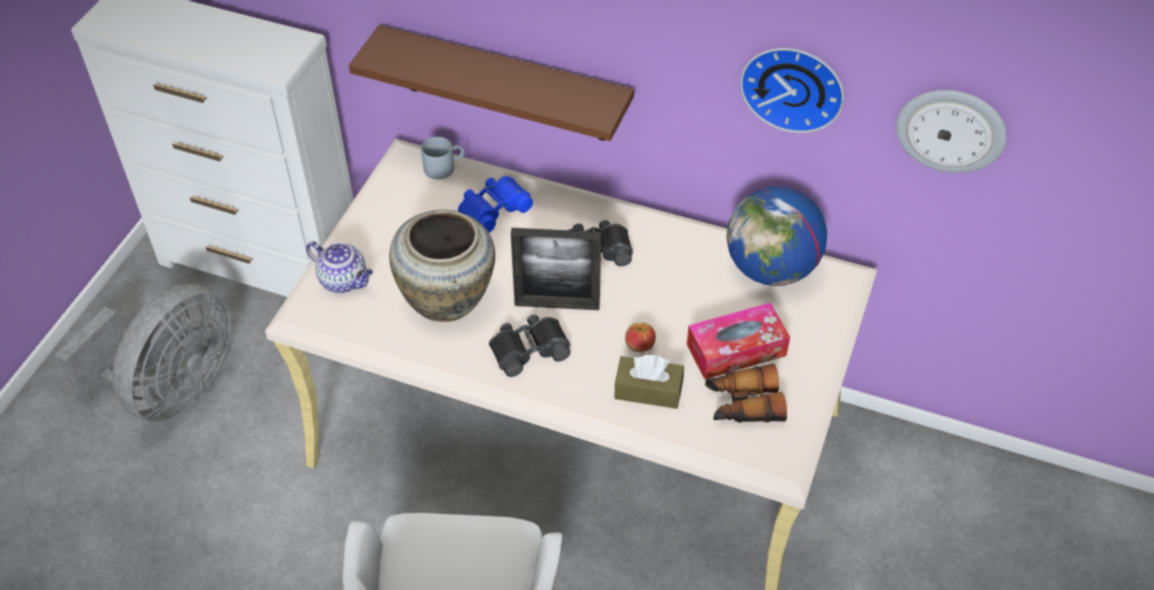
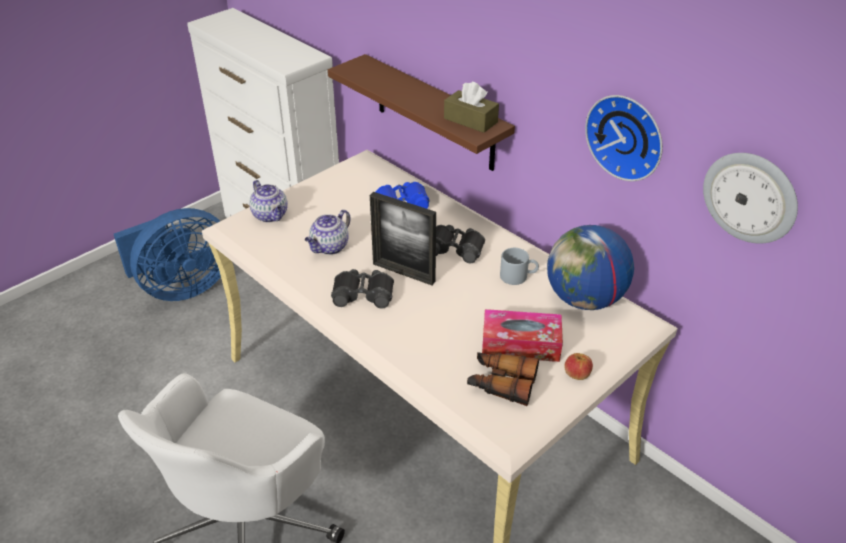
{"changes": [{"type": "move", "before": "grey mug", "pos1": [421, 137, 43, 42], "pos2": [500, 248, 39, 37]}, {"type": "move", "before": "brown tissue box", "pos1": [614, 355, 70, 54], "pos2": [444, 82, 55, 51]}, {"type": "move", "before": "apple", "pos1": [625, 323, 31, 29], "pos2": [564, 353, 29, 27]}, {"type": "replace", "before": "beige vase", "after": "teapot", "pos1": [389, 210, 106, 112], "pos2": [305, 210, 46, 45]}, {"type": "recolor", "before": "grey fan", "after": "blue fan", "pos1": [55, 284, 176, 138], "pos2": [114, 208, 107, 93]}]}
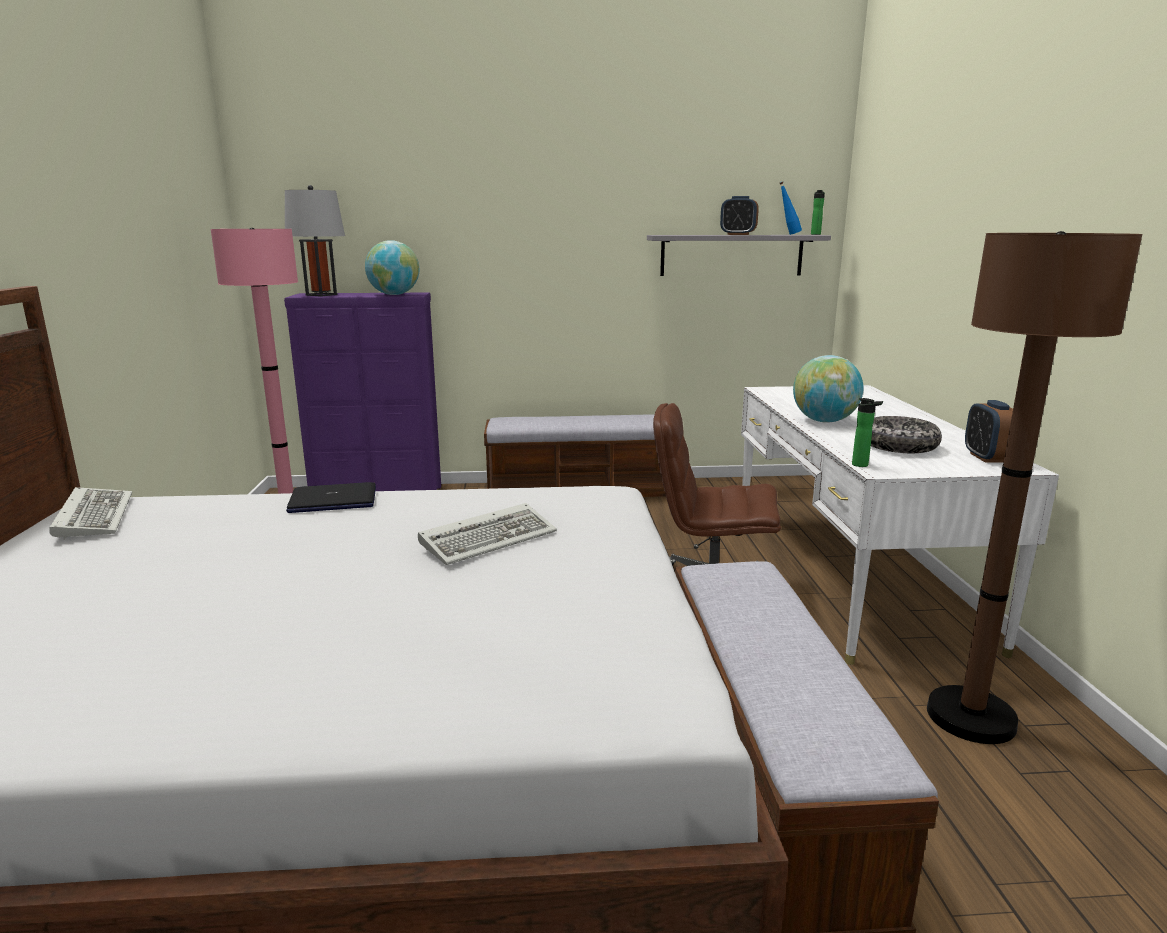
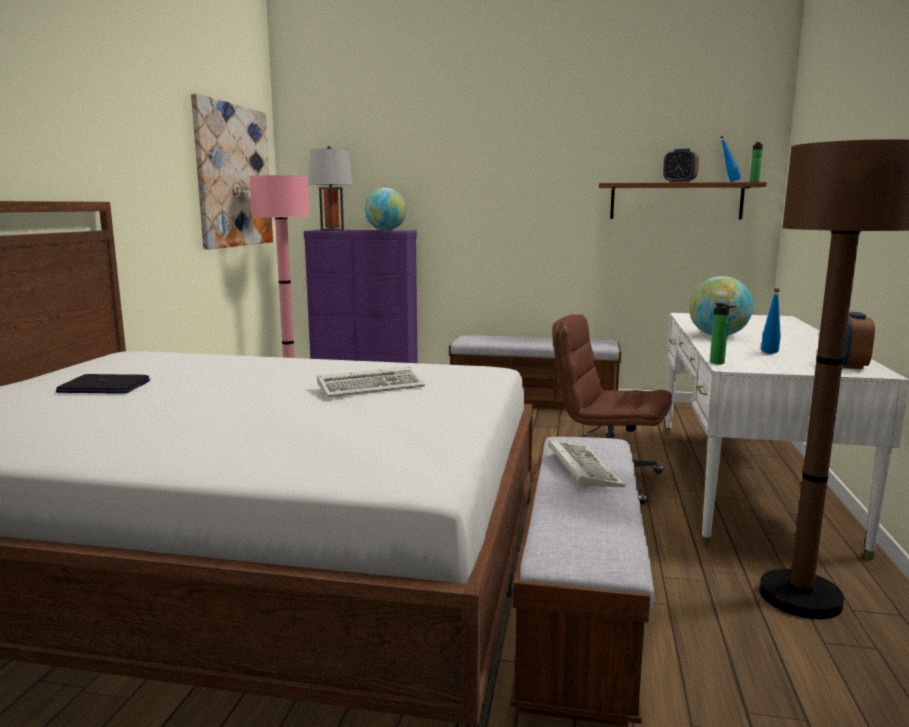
{"changes": [{"type": "insert", "after": "picture", "pos2": [191, 93, 82, 156]}, {"type": "move", "before": "keyboard", "pos1": [49, 487, 83, 53], "pos2": [548, 440, 78, 49]}, {"type": "move", "before": "laptop", "pos1": [286, 482, 90, 31], "pos2": [56, 374, 94, 20]}, {"type": "replace", "before": "bowl", "after": "blue bottle", "pos1": [871, 416, 71, 37], "pos2": [761, 288, 20, 66]}, {"type": "recolor", "before": "grey shelf", "after": "brown shelf", "pos1": [647, 235, 184, 41], "pos2": [599, 182, 168, 38]}]}
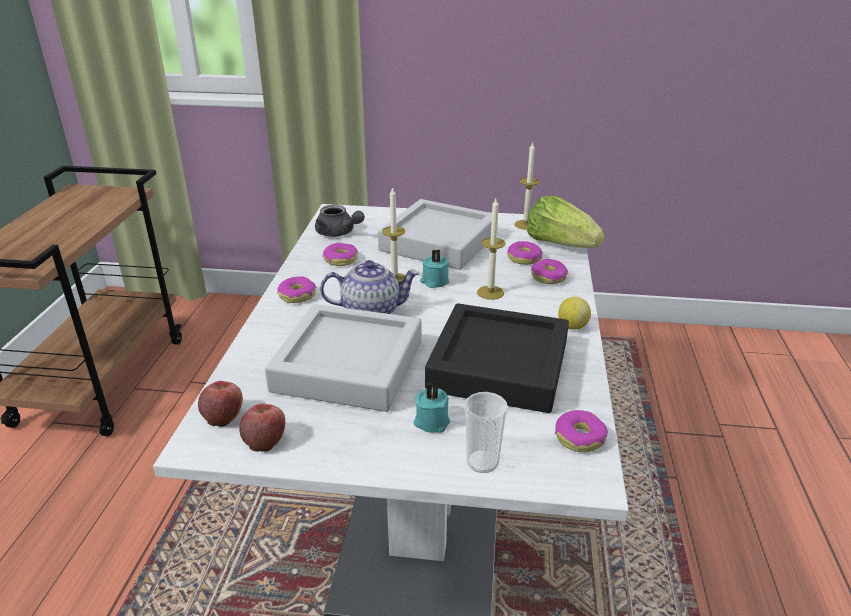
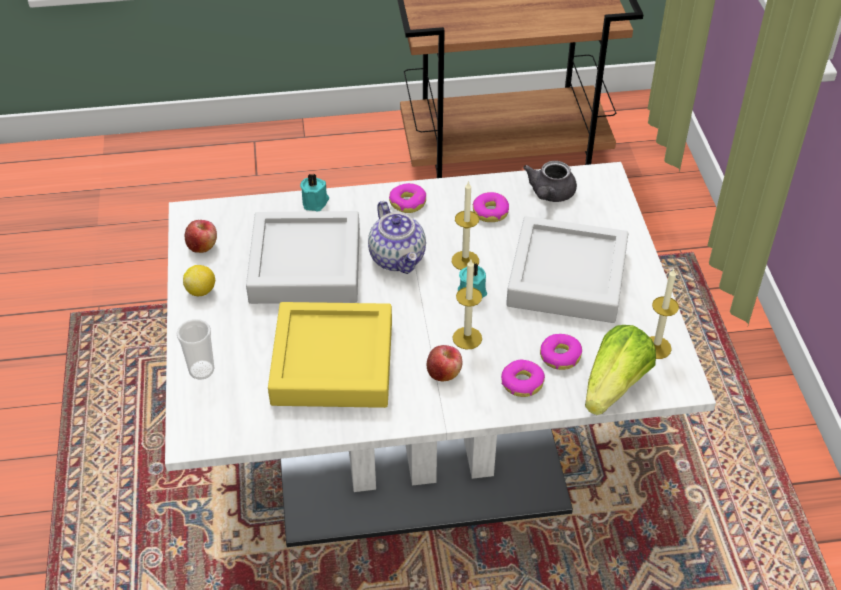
{"changes": [{"type": "delete", "before": "donut", "pos1": [555, 410, 53, 42]}, {"type": "move", "before": "apple", "pos1": [198, 381, 45, 46], "pos2": [427, 345, 36, 36]}, {"type": "move", "before": "turquoise candle", "pos1": [413, 382, 37, 51], "pos2": [300, 174, 29, 37]}, {"type": "move", "before": "lemon", "pos1": [558, 297, 33, 32], "pos2": [183, 265, 32, 31]}, {"type": "recolor", "before": "black tray", "after": "yellow tray", "pos1": [425, 303, 144, 110], "pos2": [268, 302, 124, 106]}]}
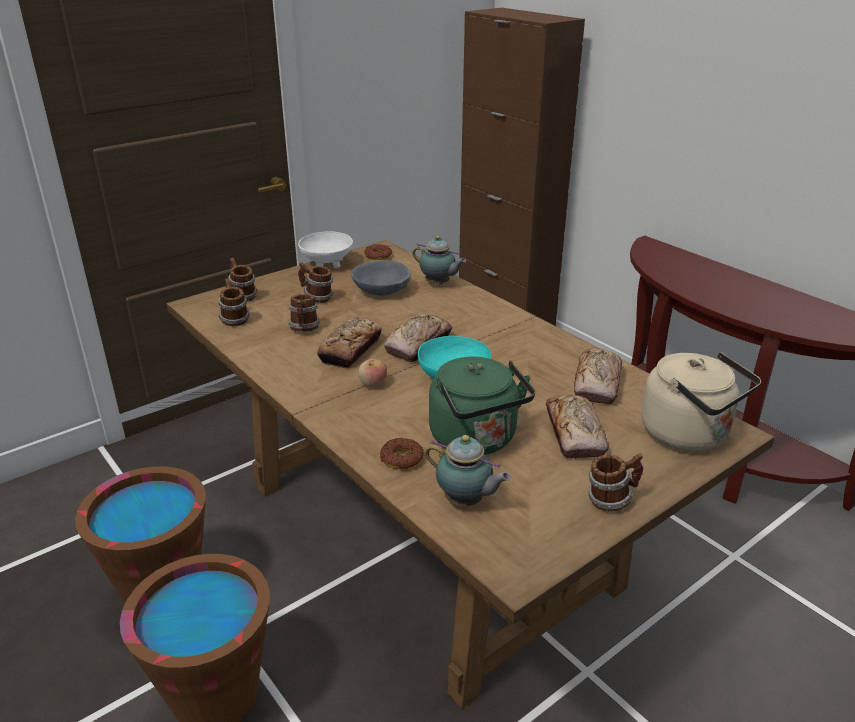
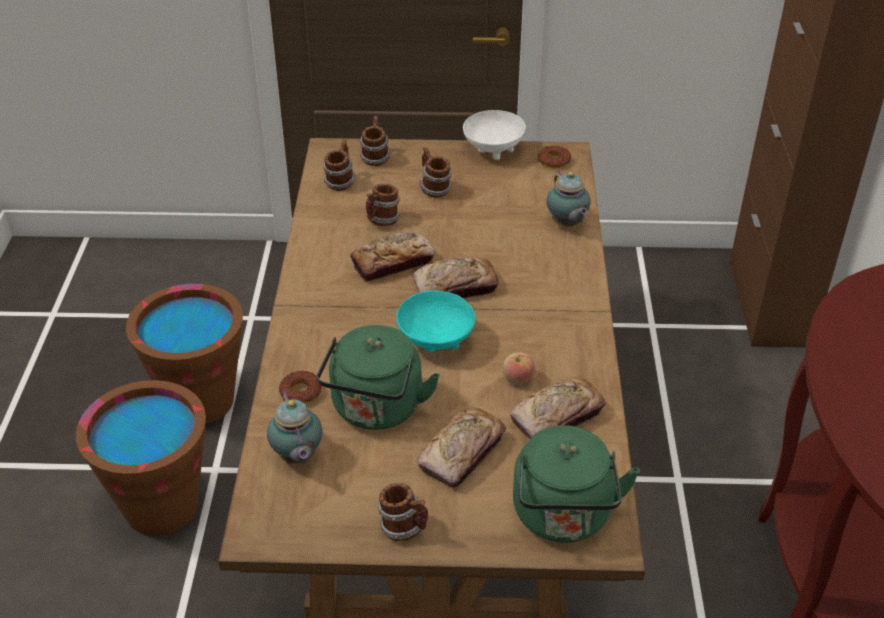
{"changes": [{"type": "delete", "before": "grey bowl", "pos1": [351, 260, 60, 36]}, {"type": "move", "before": "apple", "pos1": [358, 359, 29, 29], "pos2": [503, 352, 32, 32]}, {"type": "recolor", "before": "beige kettle", "after": "green kettle", "pos1": [641, 352, 120, 99], "pos2": [513, 425, 127, 118]}]}
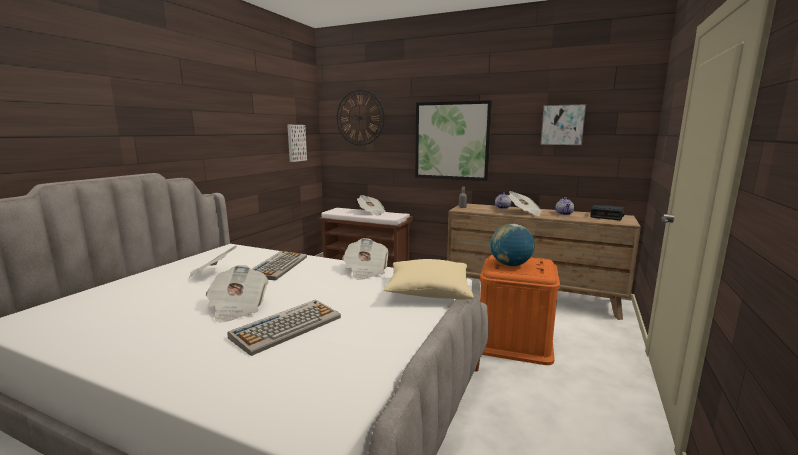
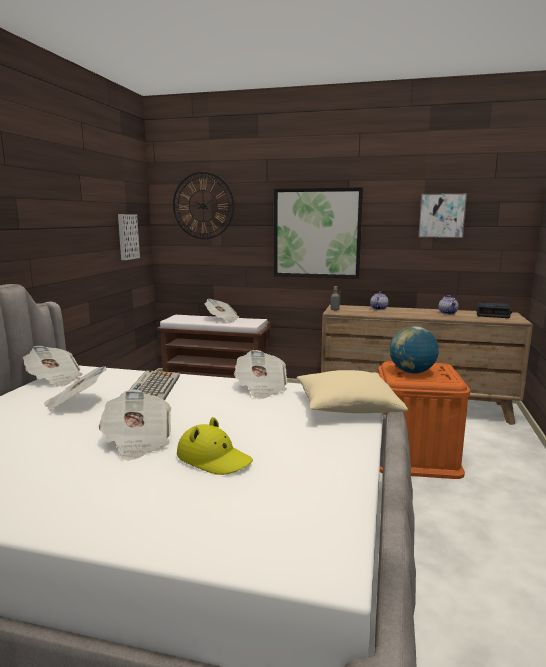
{"changes": [{"type": "move", "before": "newspaper", "pos1": [508, 191, 34, 25], "pos2": [22, 346, 60, 41]}, {"type": "replace", "before": "keyboard", "after": "yellow hat", "pos1": [227, 300, 114, 56], "pos2": [177, 417, 76, 58]}]}
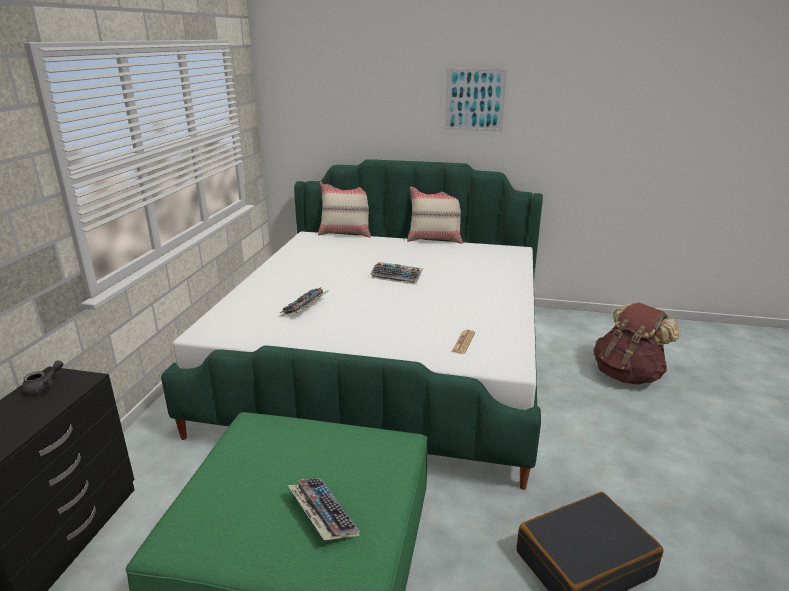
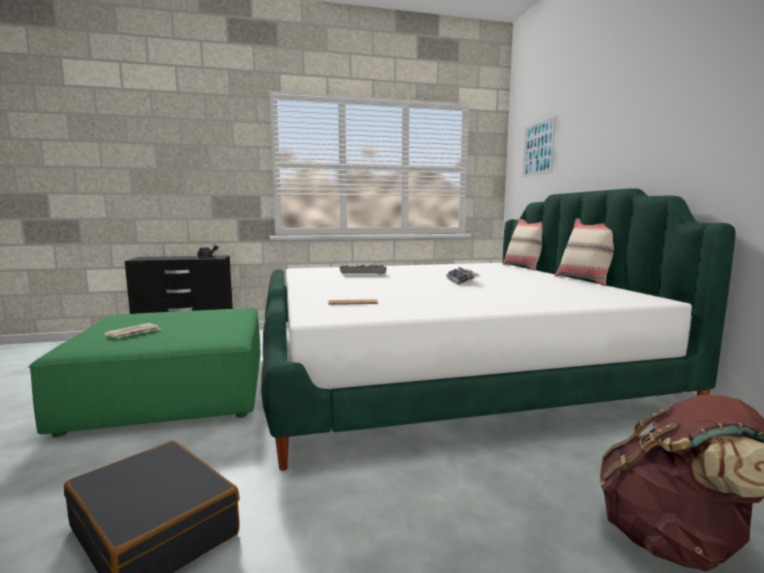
{"changes": [{"type": "move", "before": "picture", "pos1": [444, 68, 63, 63], "pos2": [522, 116, 34, 61]}, {"type": "replace", "before": "keyboard", "after": "newspaper", "pos1": [288, 478, 72, 62], "pos2": [104, 323, 57, 15]}]}
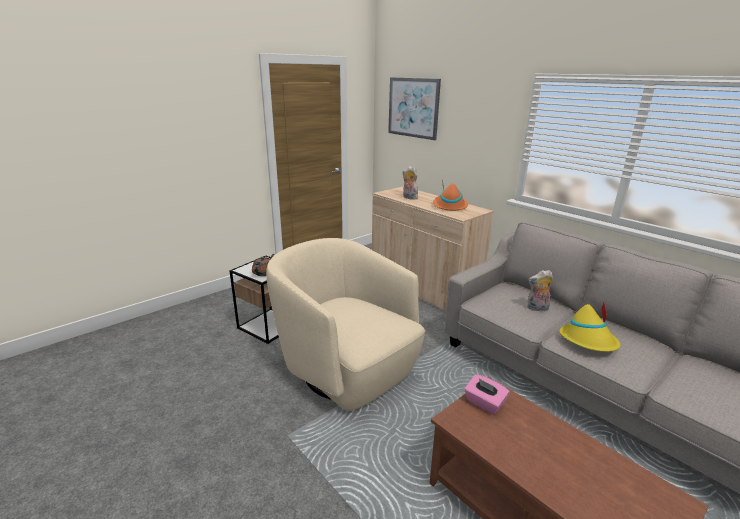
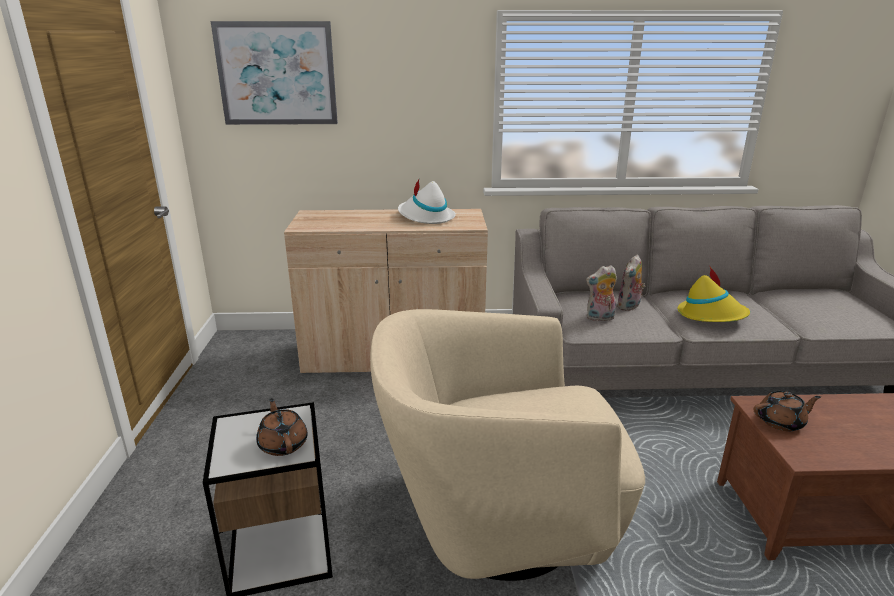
{"changes": [{"type": "move", "before": "plush toy", "pos1": [402, 166, 16, 34], "pos2": [586, 265, 31, 56]}, {"type": "replace", "before": "pink tissue box", "after": "brown teapot", "pos1": [464, 374, 45, 40], "pos2": [754, 391, 67, 40]}, {"type": "recolor", "before": "orange hat", "after": "white hat", "pos1": [433, 179, 35, 32], "pos2": [398, 180, 58, 44]}]}
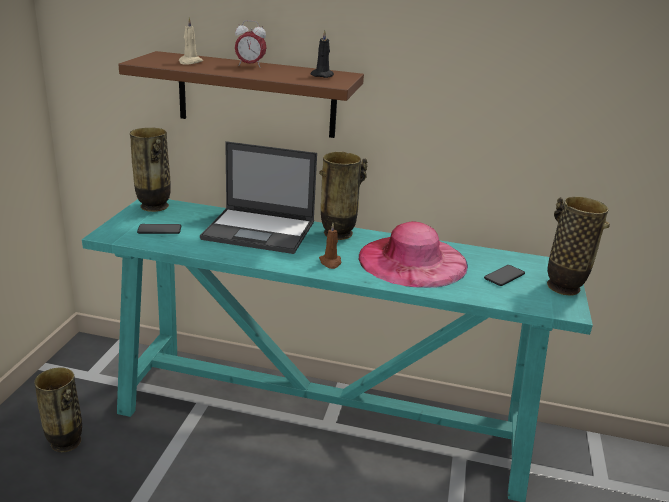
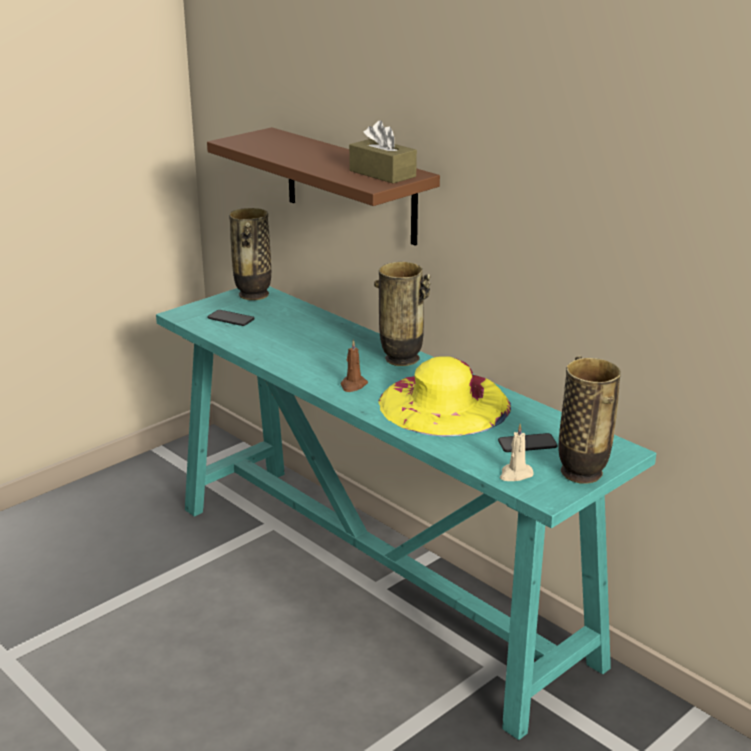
{"changes": [{"type": "delete", "before": "vase", "pos1": [34, 367, 48, 85]}, {"type": "delete", "before": "laptop", "pos1": [200, 141, 117, 113]}, {"type": "delete", "before": "alarm clock", "pos1": [235, 20, 31, 48]}, {"type": "move", "before": "beige candle", "pos1": [179, 17, 24, 48], "pos2": [500, 424, 34, 57]}, {"type": "replace", "before": "black candle", "after": "brown tissue box", "pos1": [310, 30, 24, 48], "pos2": [349, 121, 68, 62]}, {"type": "recolor", "before": "pink hat", "after": "yellow hat", "pos1": [358, 221, 110, 67], "pos2": [378, 356, 133, 80]}]}
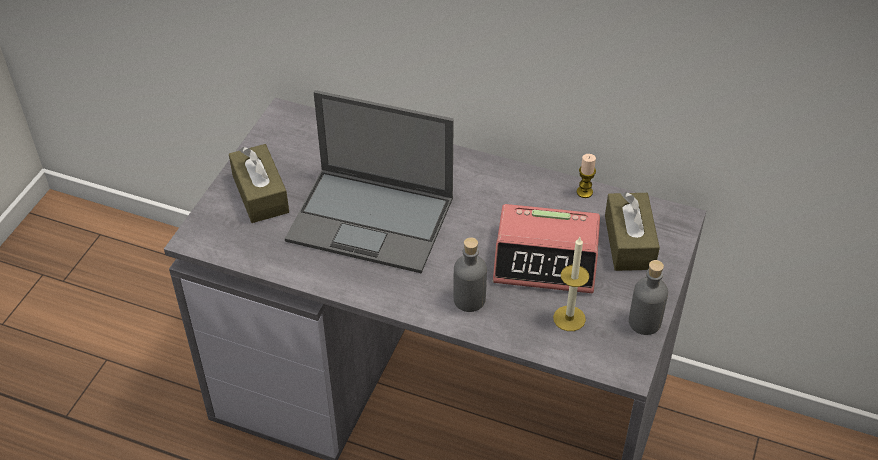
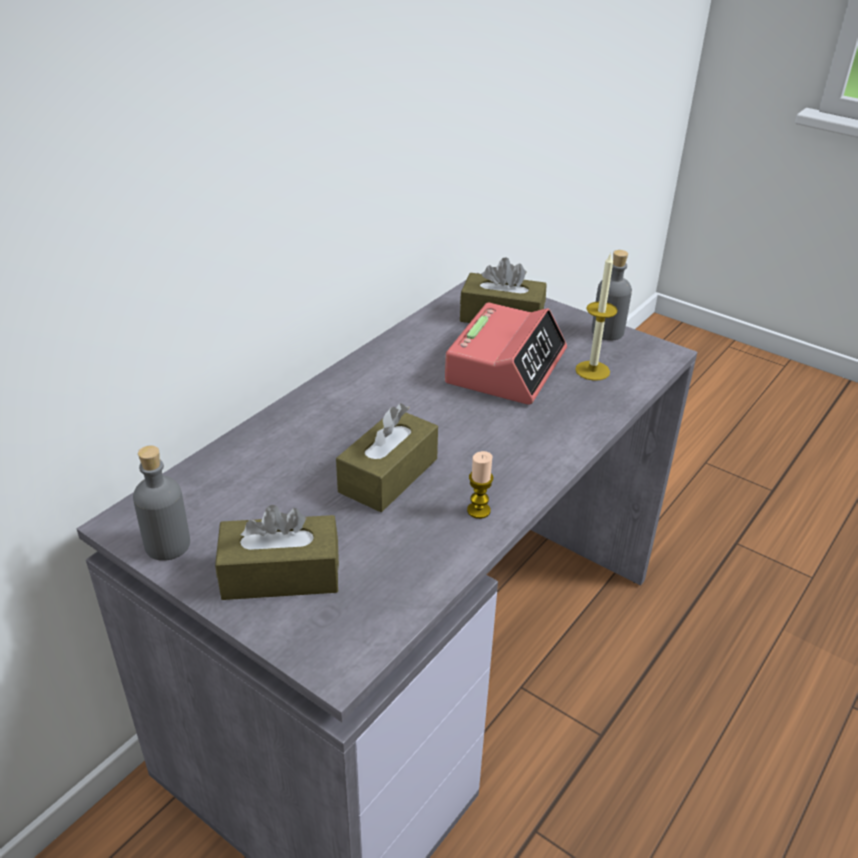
{"changes": [{"type": "move", "before": "grey bottle", "pos1": [453, 237, 34, 75], "pos2": [133, 446, 57, 115]}, {"type": "move", "before": "candle", "pos1": [577, 154, 19, 44], "pos2": [467, 451, 26, 68]}, {"type": "replace", "before": "laptop", "after": "brown tissue box", "pos1": [285, 90, 169, 183], "pos2": [336, 403, 102, 109]}]}
